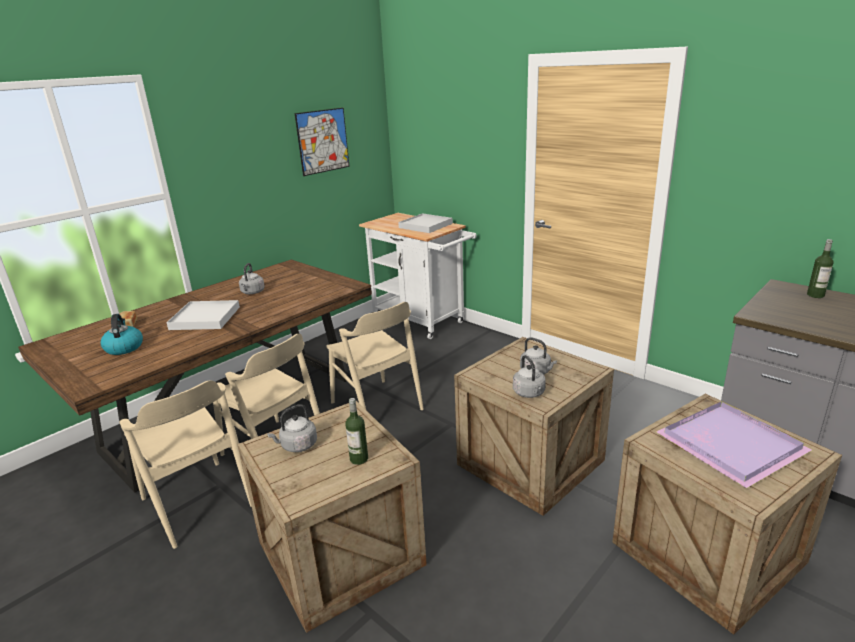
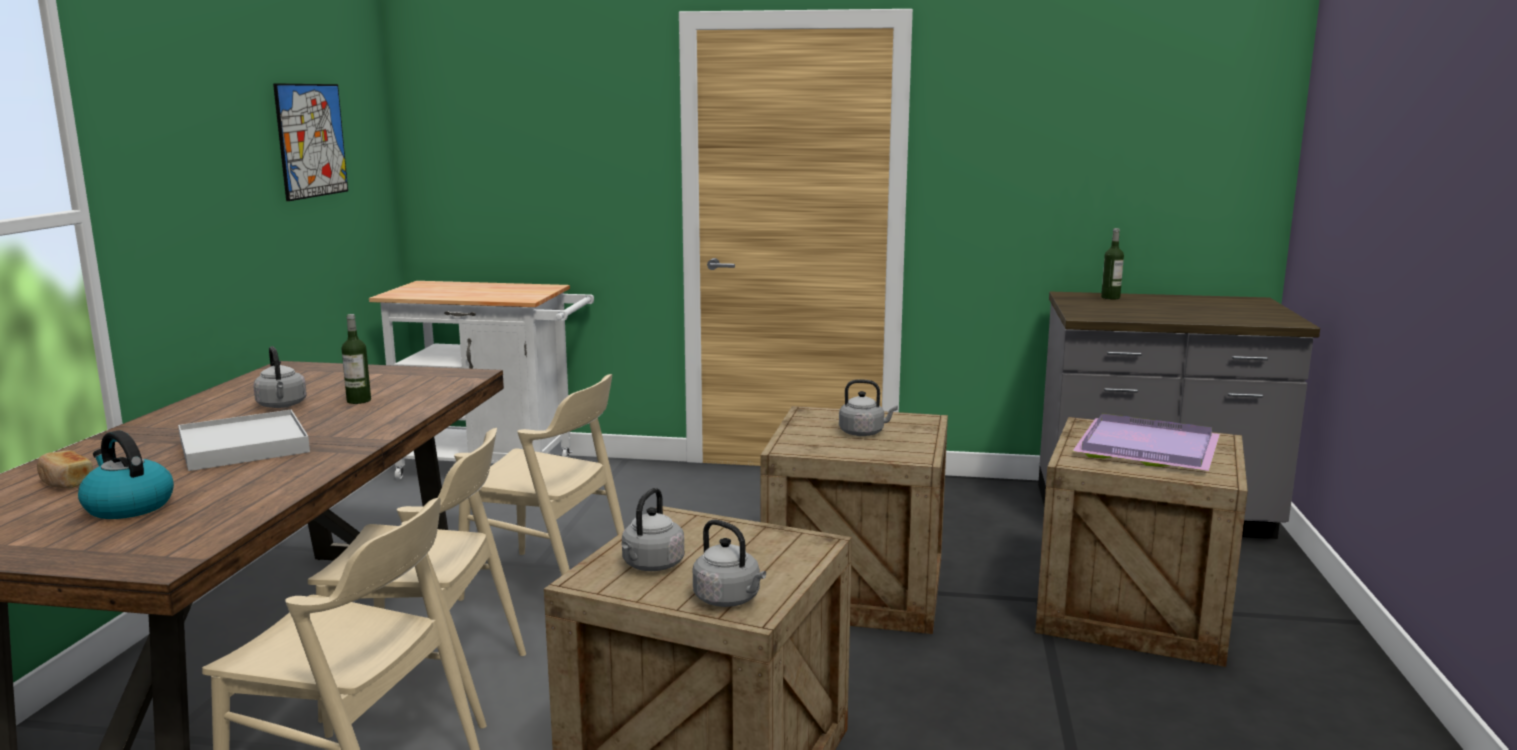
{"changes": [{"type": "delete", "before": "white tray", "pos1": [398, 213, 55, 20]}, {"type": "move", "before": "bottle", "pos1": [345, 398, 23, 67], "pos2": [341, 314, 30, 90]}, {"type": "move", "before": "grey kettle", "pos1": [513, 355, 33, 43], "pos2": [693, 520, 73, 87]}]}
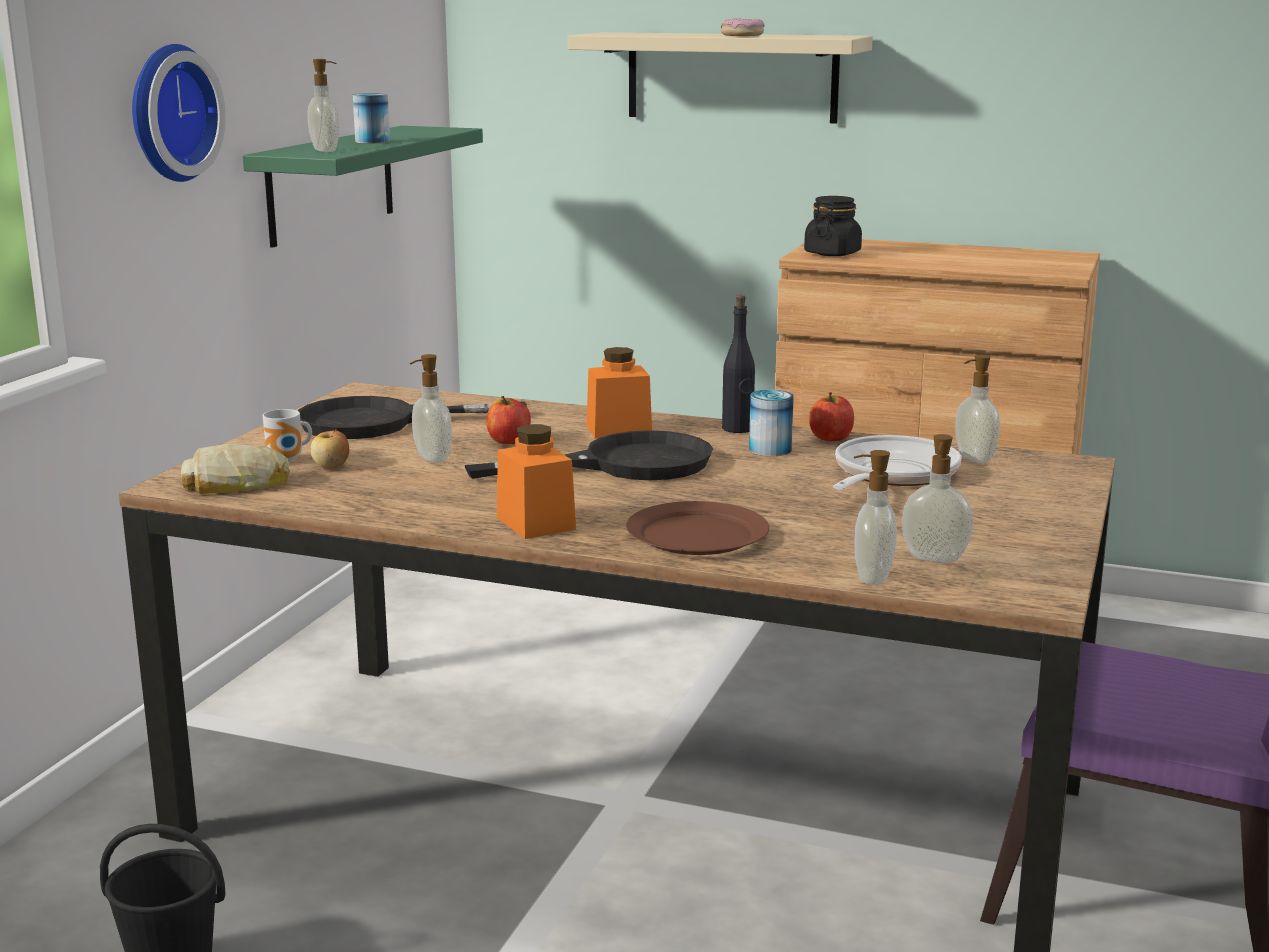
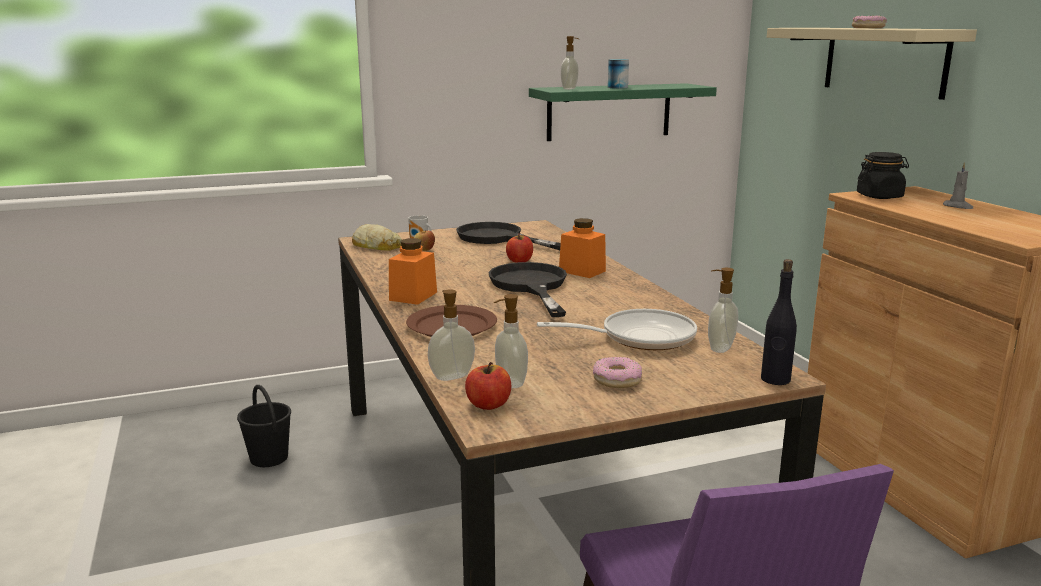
{"changes": [{"type": "delete", "before": "wall clock", "pos1": [132, 44, 94, 138]}, {"type": "delete", "before": "soap dispenser", "pos1": [410, 354, 42, 109]}, {"type": "delete", "before": "can", "pos1": [749, 389, 45, 67]}, {"type": "insert", "after": "donut", "pos2": [593, 357, 49, 31]}, {"type": "insert", "after": "grey candle", "pos2": [943, 162, 31, 47]}, {"type": "move", "before": "black bottle", "pos1": [722, 295, 33, 138], "pos2": [761, 259, 36, 126]}, {"type": "move", "before": "apple", "pos1": [809, 392, 45, 49], "pos2": [465, 362, 46, 48]}, {"type": "rotate", "before": "black frying pan", "pos1": [465, 430, 248, 50], "pos2": [489, 262, 78, 55], "turn": -135}]}
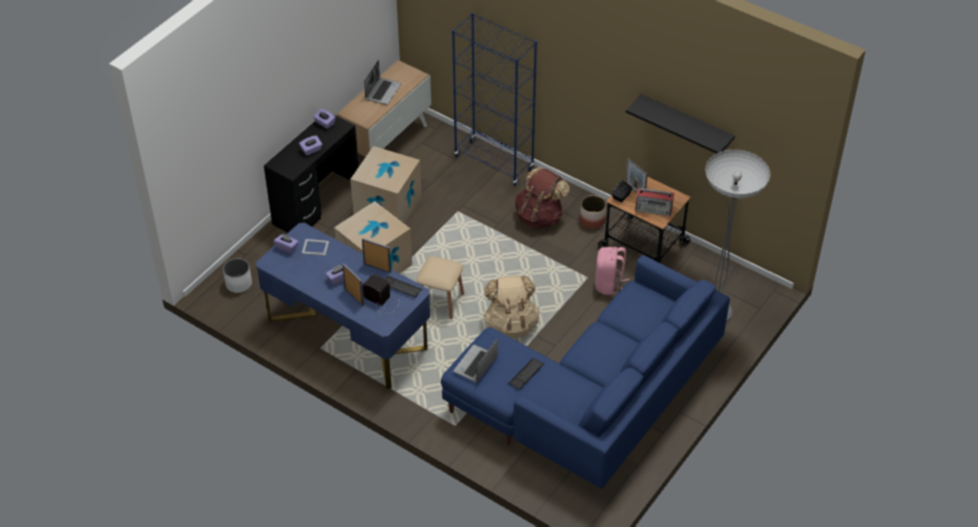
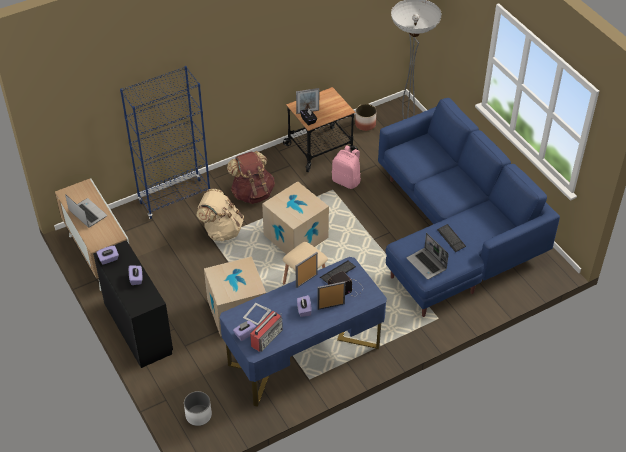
{"changes": [{"type": "delete", "before": "black shelf", "pos1": [626, 94, 109, 60]}, {"type": "move", "before": "cardboard box", "pos1": [350, 146, 72, 77], "pos2": [262, 181, 67, 73]}, {"type": "move", "before": "beige backpack", "pos1": [483, 275, 57, 63], "pos2": [197, 189, 47, 53]}, {"type": "move", "before": "planter", "pos1": [580, 195, 26, 34], "pos2": [355, 104, 21, 27]}, {"type": "move", "before": "radio", "pos1": [635, 188, 39, 28], "pos2": [250, 311, 33, 41]}]}
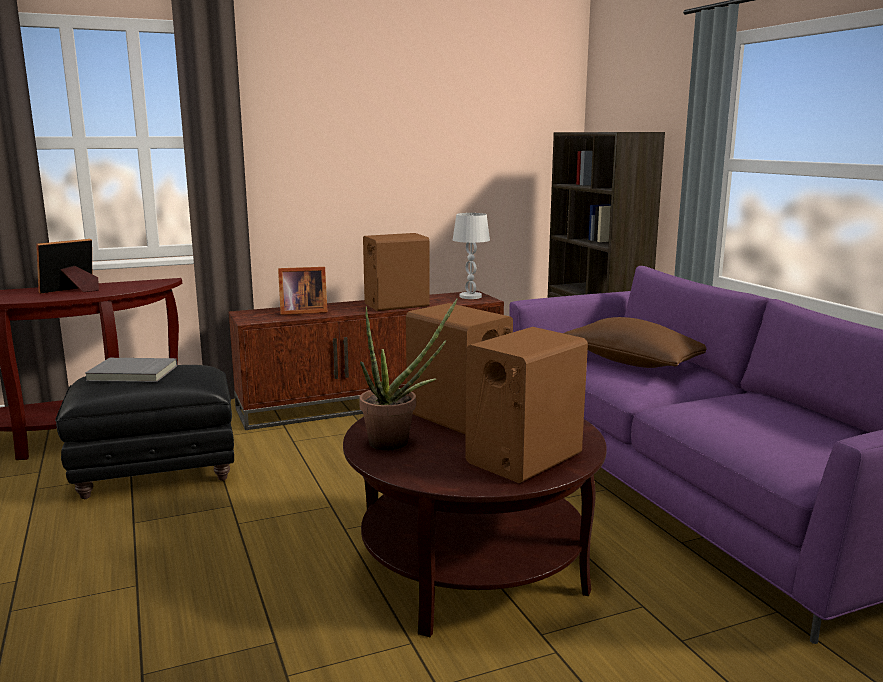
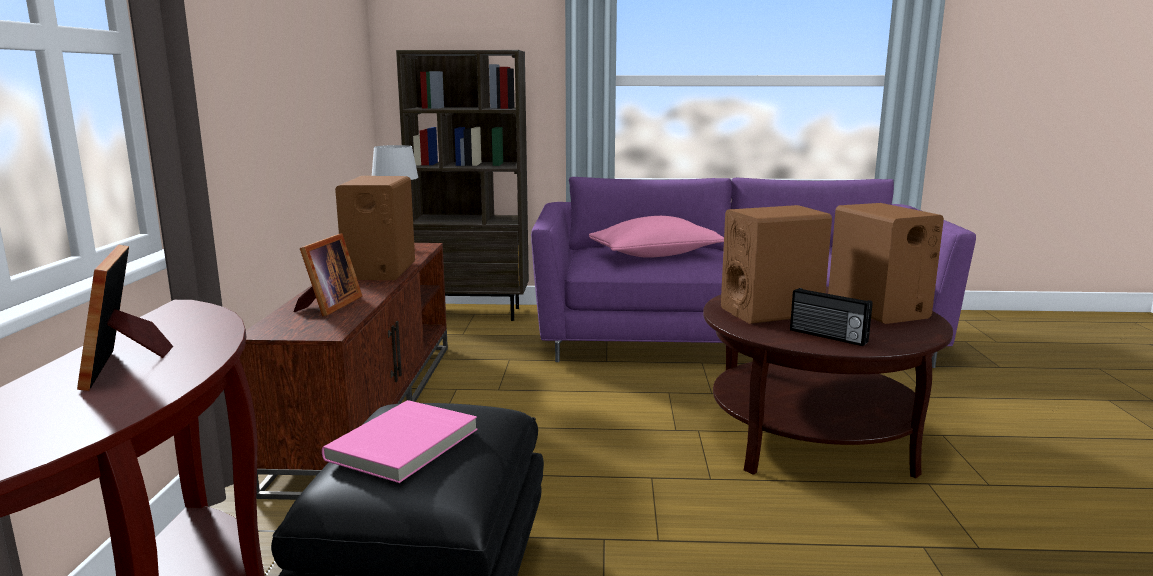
{"changes": [{"type": "replace", "before": "potted plant", "after": "radio", "pos1": [359, 299, 98, 151], "pos2": [790, 288, 83, 58]}, {"type": "recolor", "before": "grey book", "after": "pink book", "pos1": [85, 358, 92, 24], "pos2": [322, 400, 155, 83]}, {"type": "recolor", "before": "brown pillow", "after": "pink pillow", "pos1": [563, 317, 144, 51], "pos2": [589, 216, 135, 42]}]}
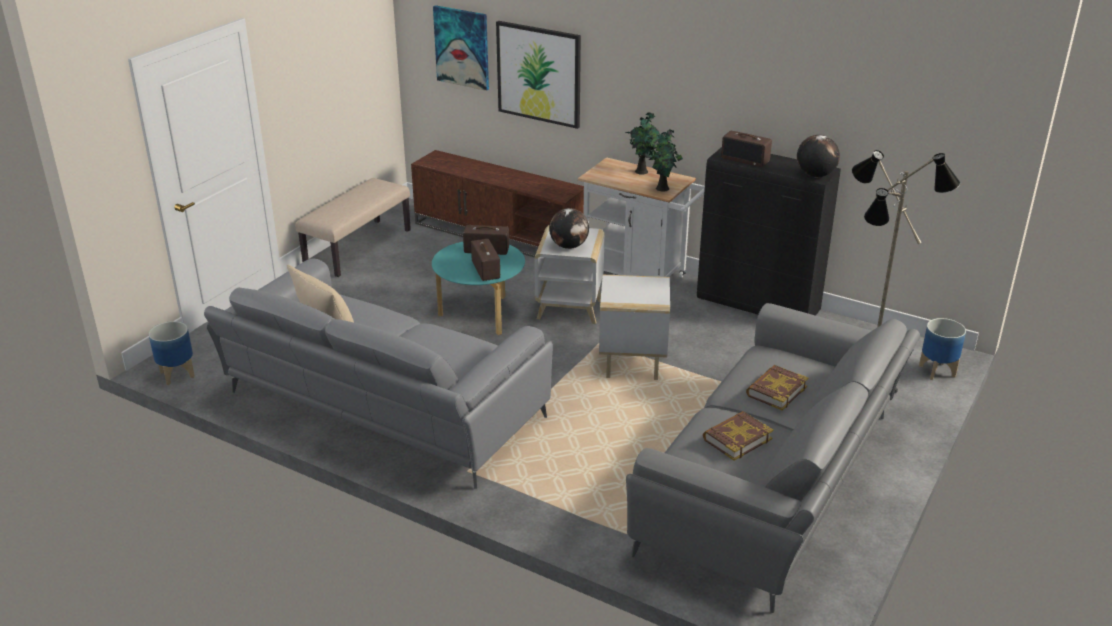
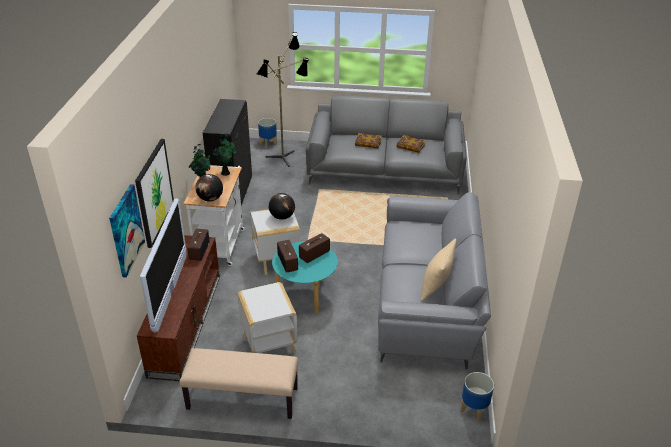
{"changes": [{"type": "insert", "after": "television", "pos2": [140, 198, 46, 135]}, {"type": "move", "before": "white side table", "pos1": [599, 275, 71, 105], "pos2": [238, 282, 59, 71]}, {"type": "move", "before": "radio", "pos1": [721, 131, 51, 36], "pos2": [187, 229, 23, 32]}, {"type": "move", "before": "globe", "pos1": [797, 135, 43, 42], "pos2": [195, 174, 28, 28]}]}
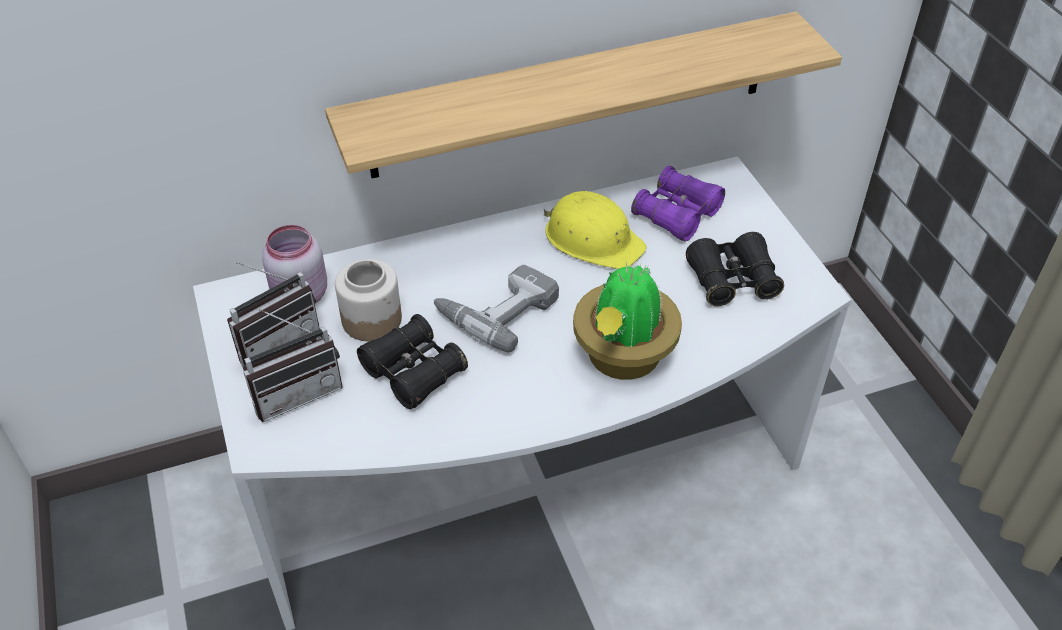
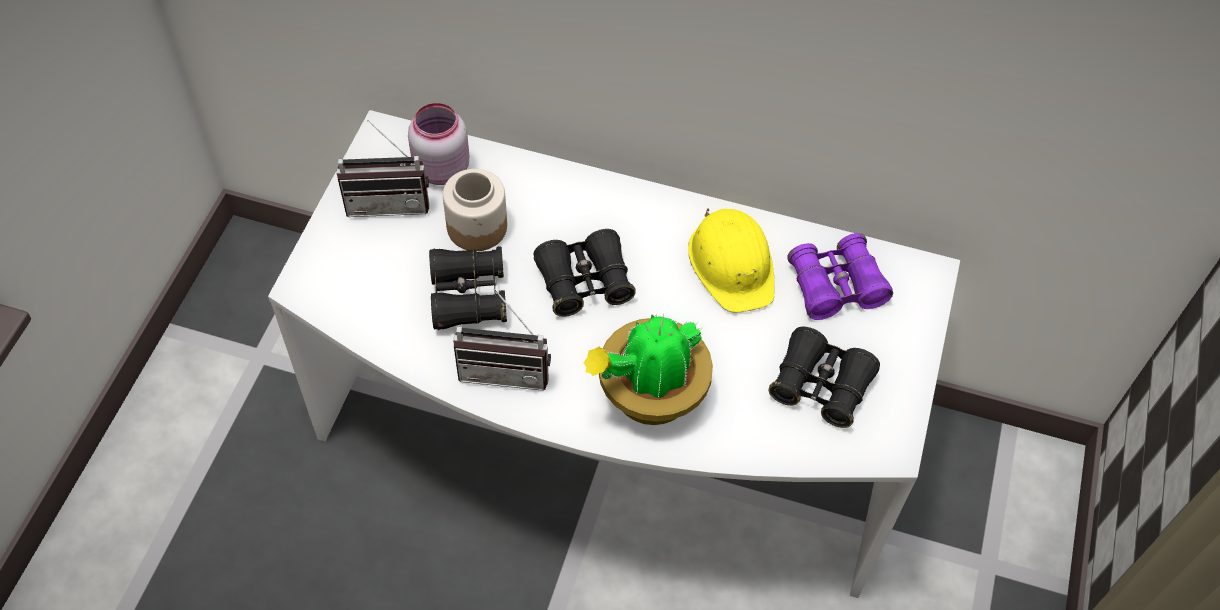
{"changes": [{"type": "delete", "before": "shelf", "pos1": [325, 12, 517, 166]}, {"type": "move", "before": "radio", "pos1": [243, 309, 100, 113], "pos2": [453, 289, 98, 102]}, {"type": "replace", "before": "power drill", "after": "black binoculars", "pos1": [434, 265, 125, 87], "pos2": [534, 229, 102, 88]}]}
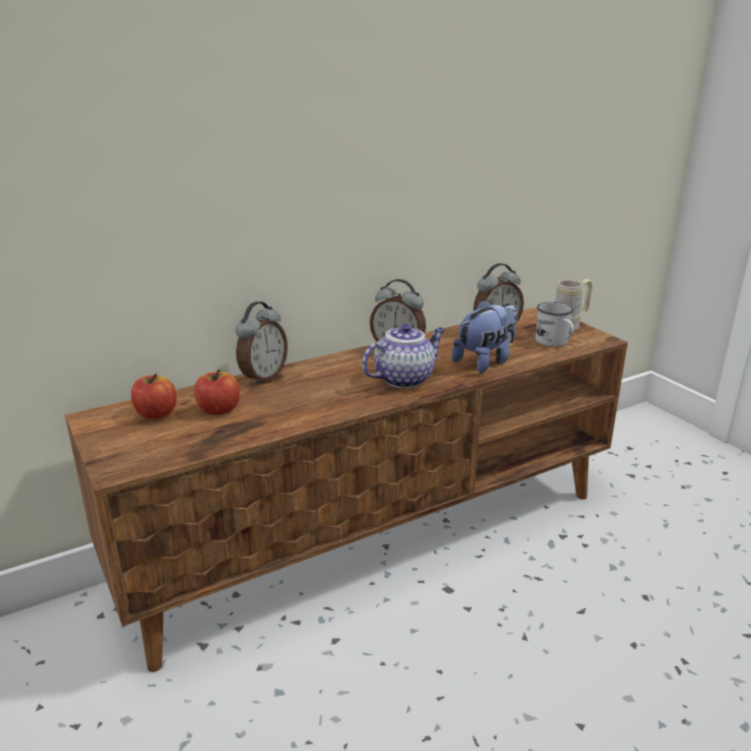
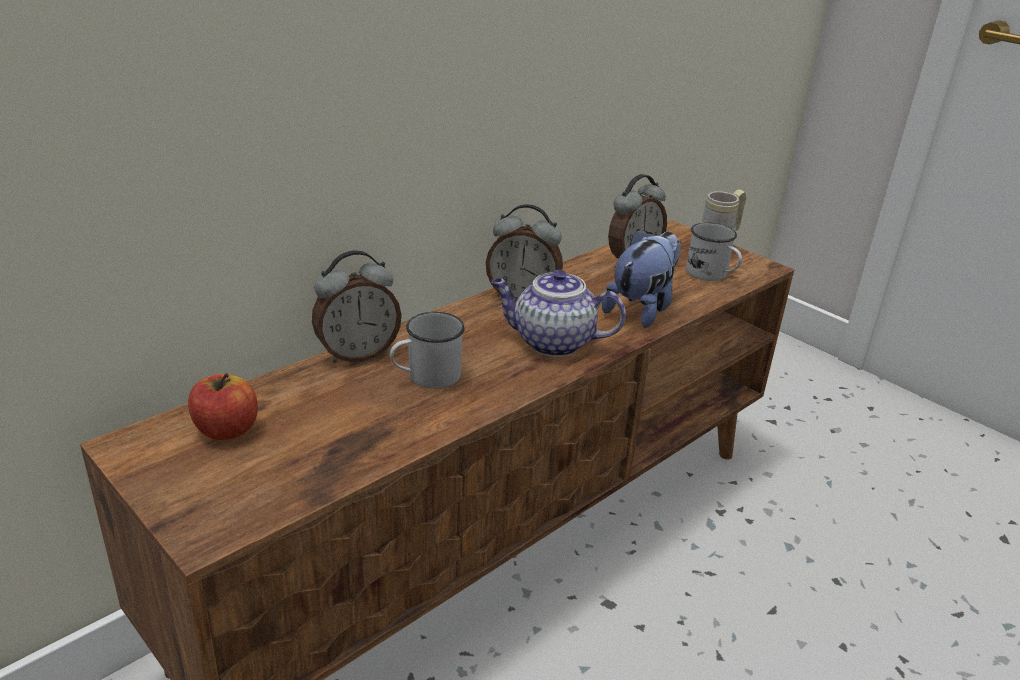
{"changes": [{"type": "delete", "before": "apple", "pos1": [194, 369, 46, 46]}, {"type": "insert", "after": "white mug", "pos2": [390, 312, 75, 77]}, {"type": "rotate", "before": "alarm clock", "pos1": [235, 301, 53, 84], "pos2": [312, 250, 90, 113], "turn": 45}, {"type": "rotate", "before": "teapot", "pos1": [362, 324, 83, 64], "pos2": [491, 270, 135, 87], "turn": -120}]}
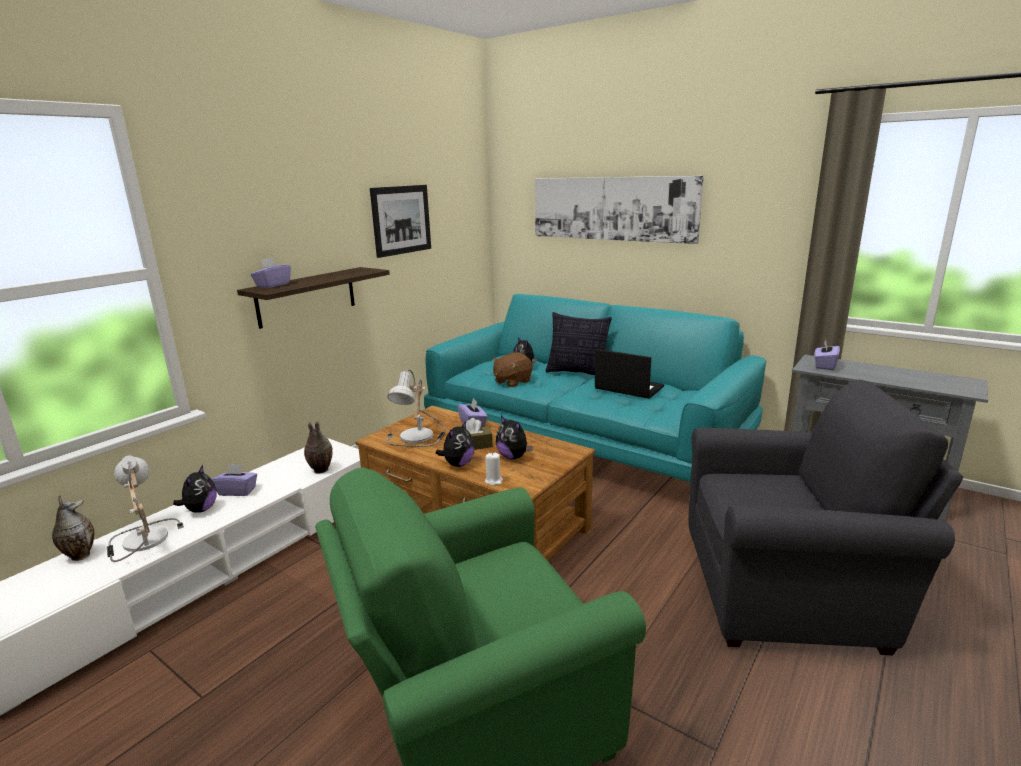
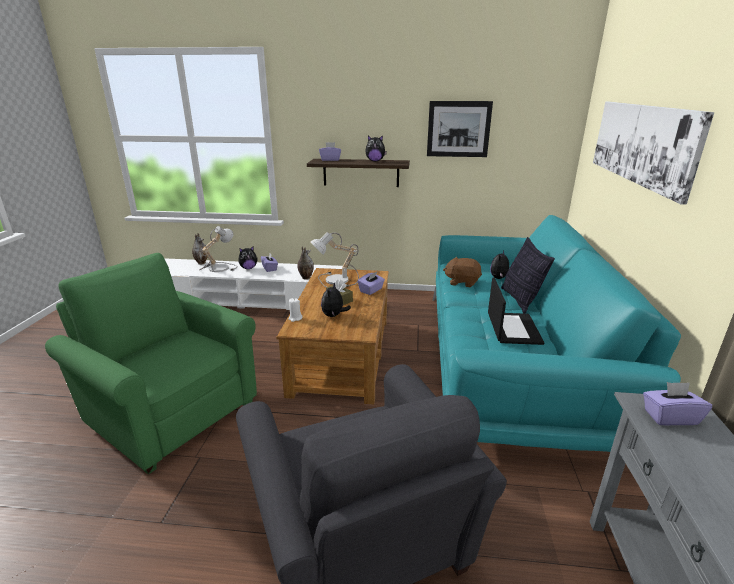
{"changes": [{"type": "move", "before": "plush toy", "pos1": [436, 421, 39, 46], "pos2": [365, 135, 22, 26]}]}
